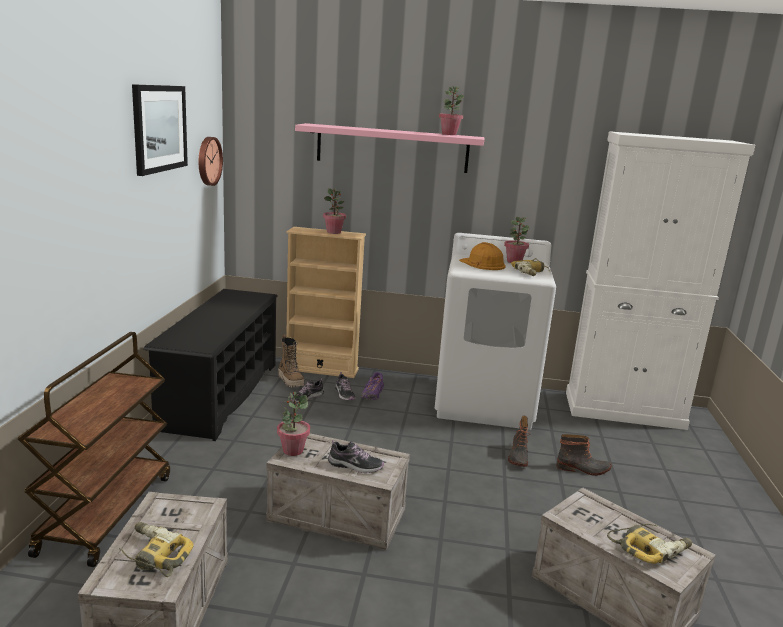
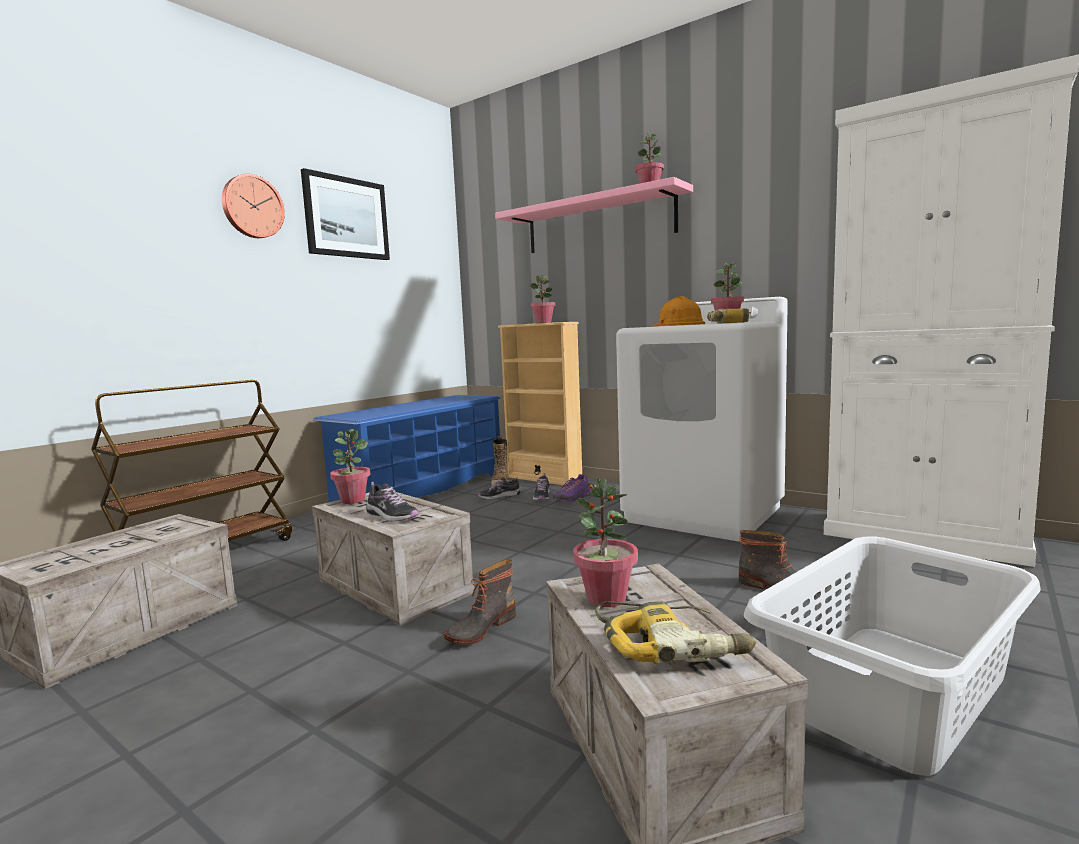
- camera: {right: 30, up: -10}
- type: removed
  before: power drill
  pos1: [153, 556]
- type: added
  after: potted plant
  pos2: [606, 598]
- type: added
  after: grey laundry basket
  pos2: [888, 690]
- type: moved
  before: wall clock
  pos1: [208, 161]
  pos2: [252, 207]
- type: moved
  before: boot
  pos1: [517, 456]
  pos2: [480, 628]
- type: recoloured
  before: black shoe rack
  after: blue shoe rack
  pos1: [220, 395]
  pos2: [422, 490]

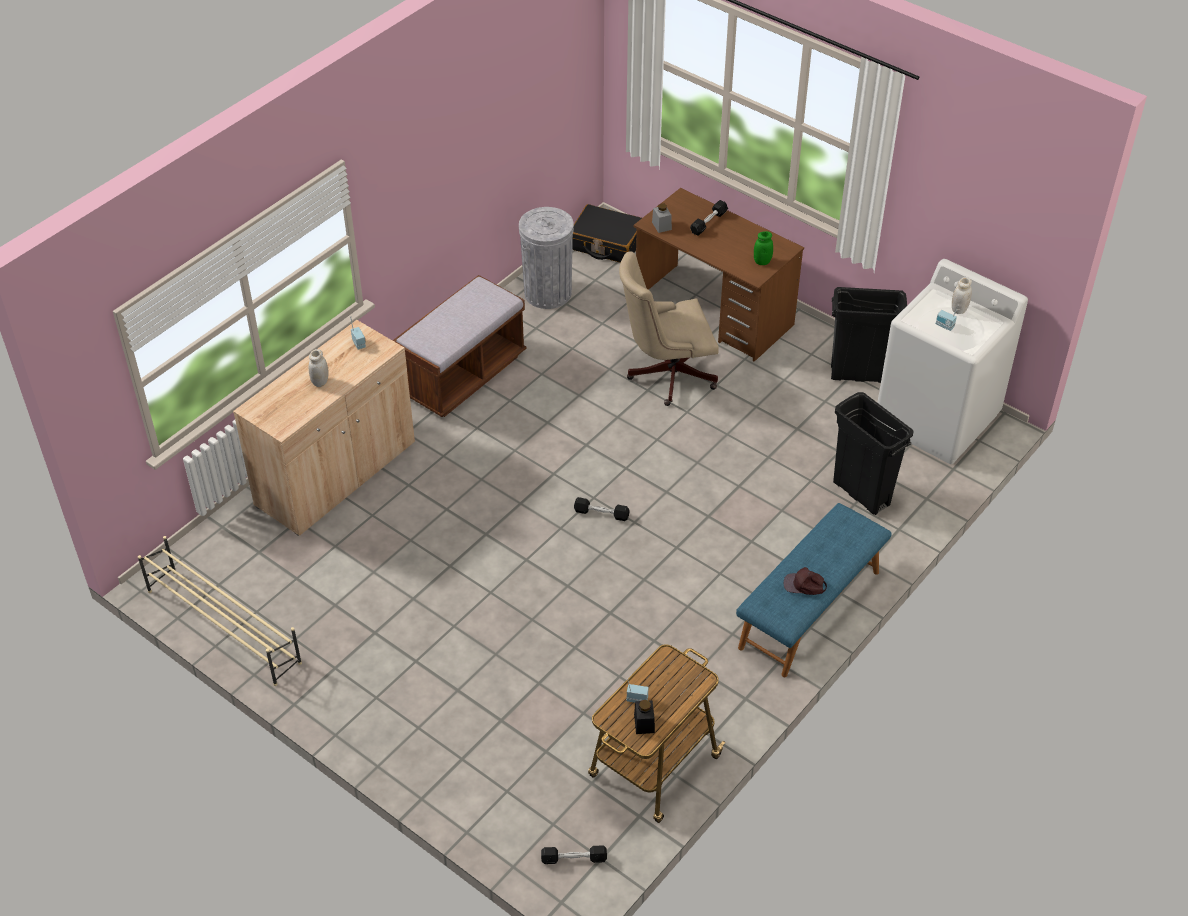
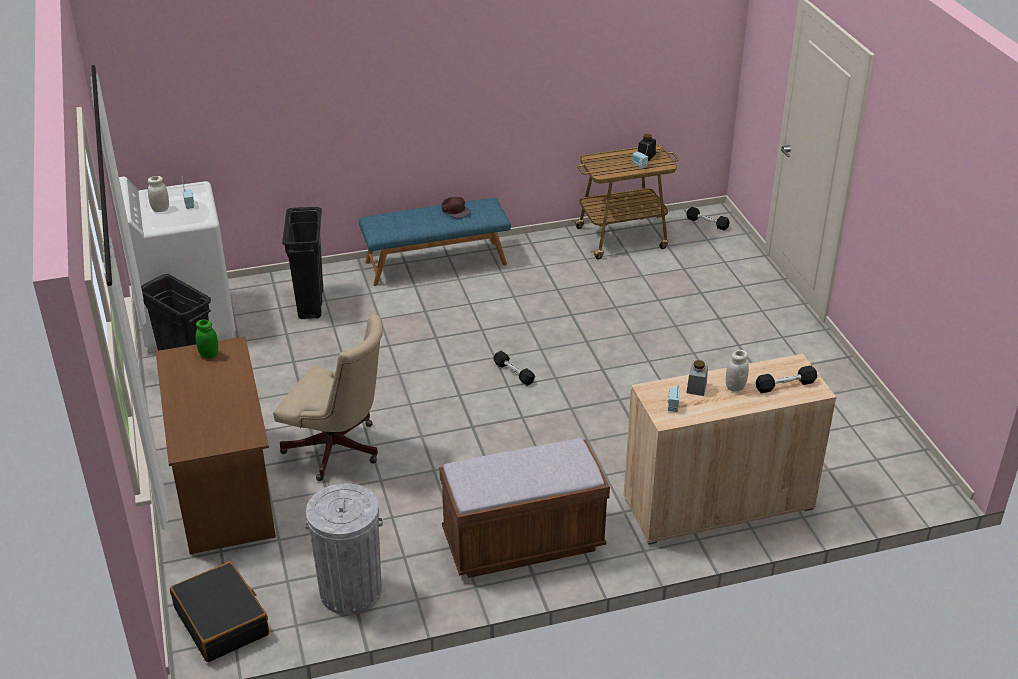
- camera: {right: -145, up: -10}
- type: removed
  before: beige shoe rack
  pos1: [223, 626]
- type: moved
  before: grey jar
  pos1: [661, 226]
  pos2: [696, 387]
- type: moved
  before: black dumbbell
  pos1: [708, 222]
  pos2: [785, 385]

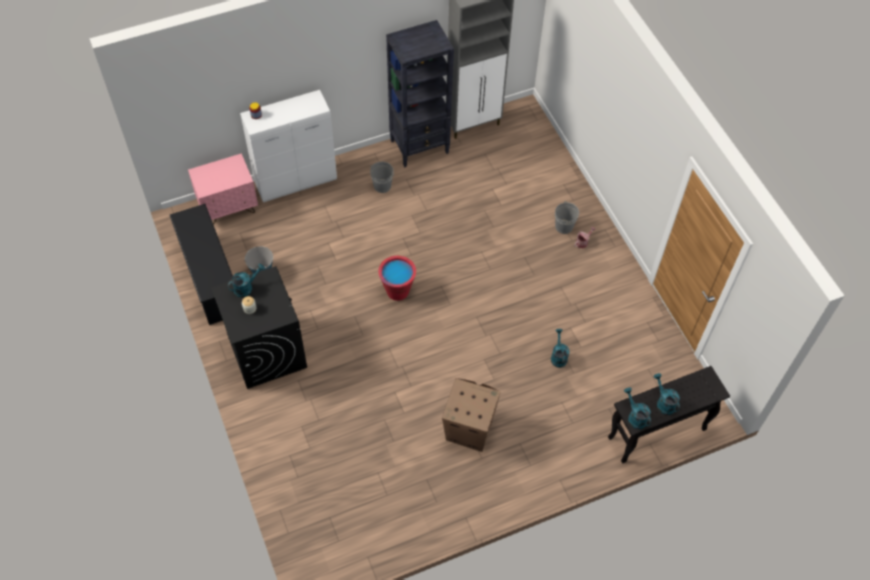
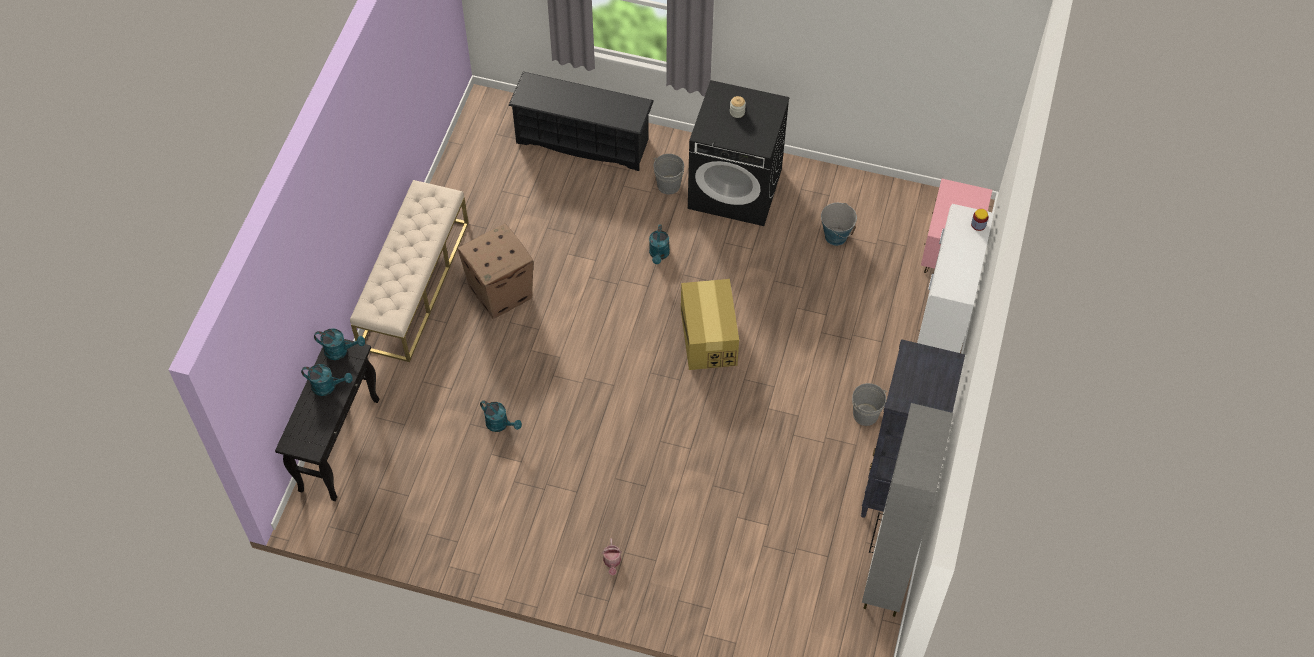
- camera: {right: 130, up: 0}
- type: added
  after: beige bench
  pos2: [414, 284]
- type: moved
  before: black shoe rack
  pos1: [211, 279]
  pos2: [583, 141]
- type: moved
  before: turquoise watering can
  pos1: [246, 287]
  pos2: [659, 255]
- type: moved
  before: grey bucket
  pos1: [564, 226]
  pos2: [668, 185]
- type: replaced
  before: red bucket
  after: cardboard box
  pos1: [397, 291]
  pos2: [708, 337]

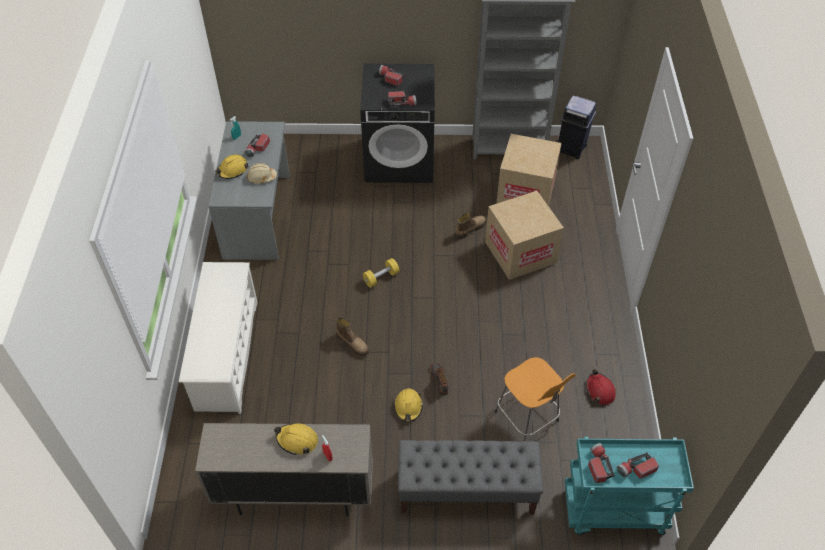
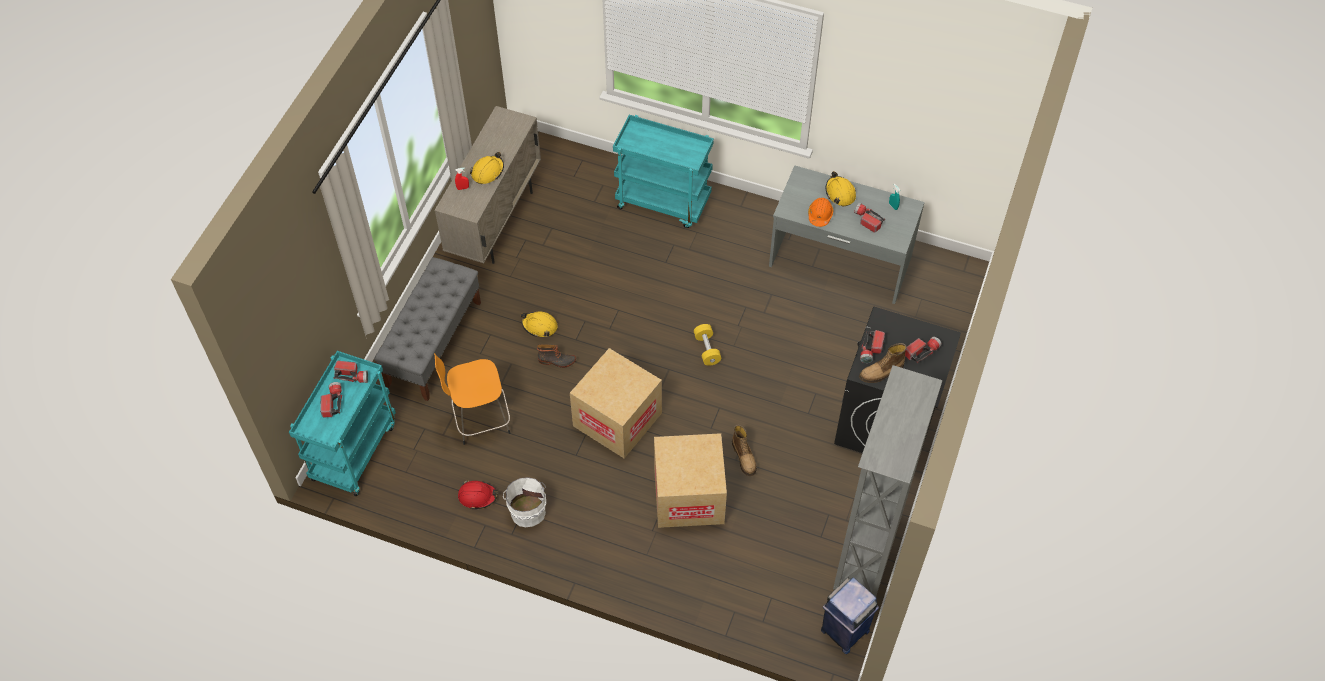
- camera: {right: 110, up: 5}
- type: added
  after: white bucket
  pos2: [527, 510]
- type: moved
  before: boot
  pos1: [353, 343]
  pos2: [881, 372]
- type: moved
  before: cardboard box
  pos1: [526, 191]
  pos2: [617, 419]
- type: replaced
  before: white shoe rack
  after: turquoise cart
  pos1: [226, 355]
  pos2: [664, 202]
- type: recoloured
  before: beige hard hat
  after: orange hard hat
  pos1: [261, 177]
  pos2: [820, 215]

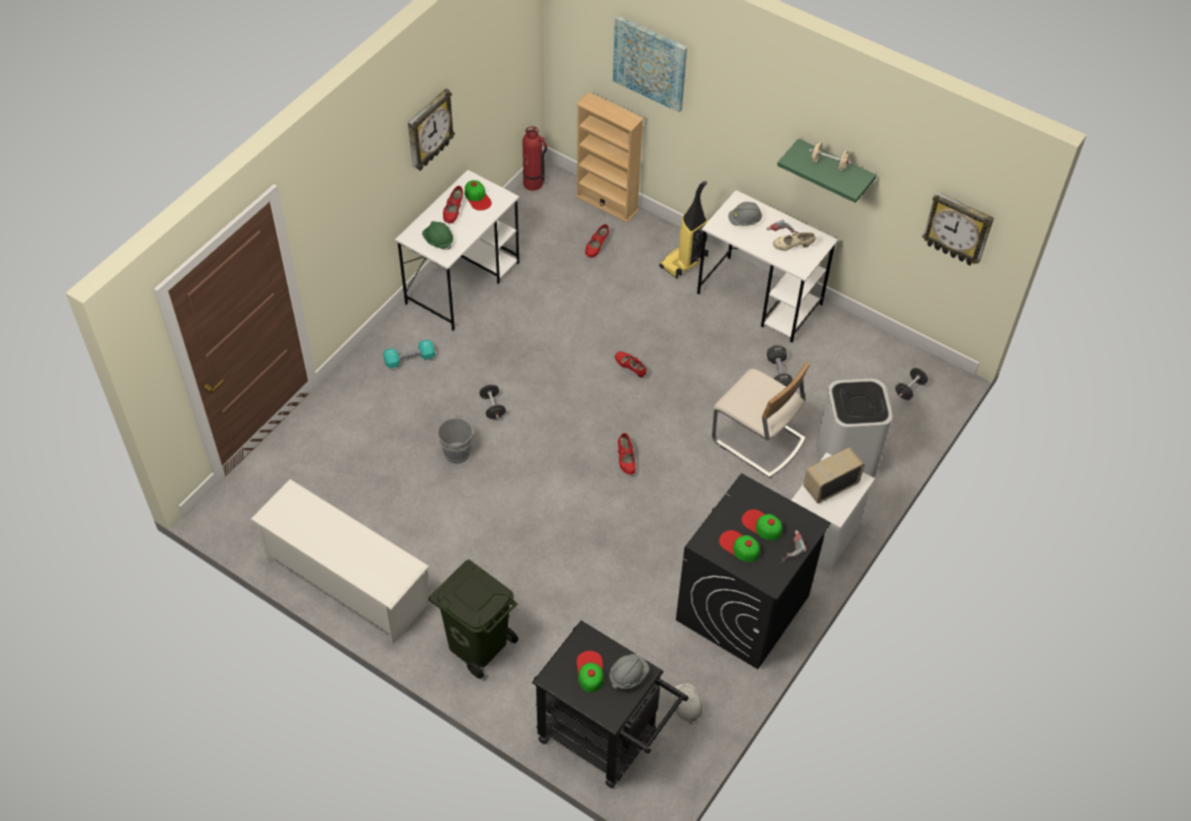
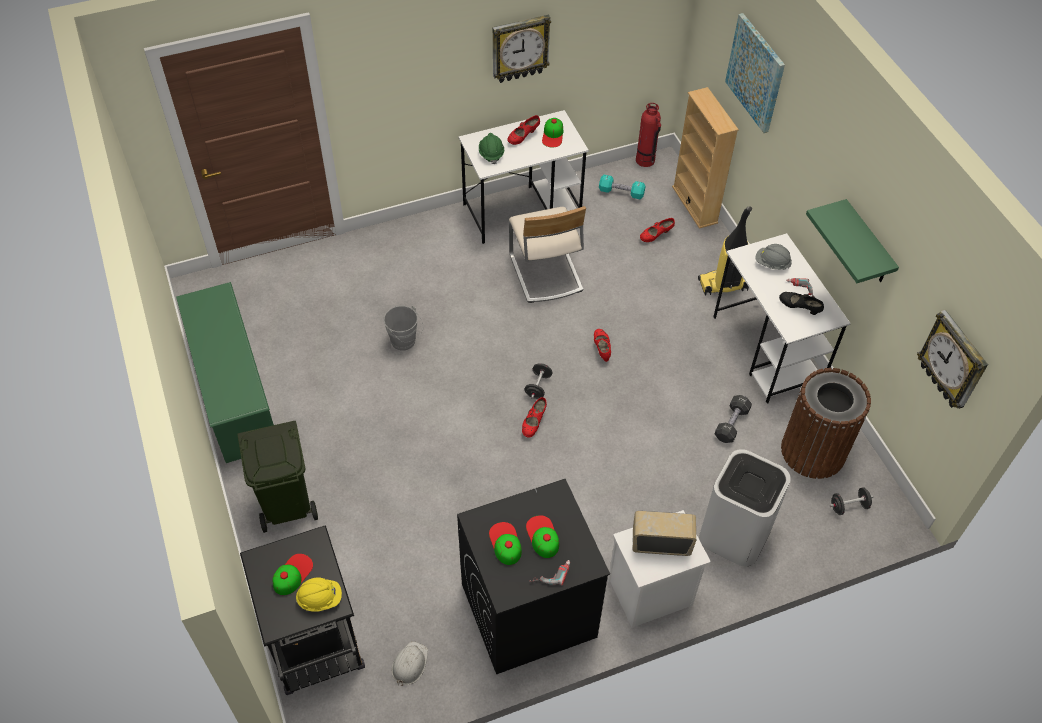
- camera: {right: 35, up: 0}
- type: removed
  before: beige dumbbell
  pos1: [828, 164]
- type: added
  after: brown trash can
  pos2: [813, 451]
- type: moved
  before: turquoise dumbbell
  pos1: [409, 359]
  pos2: [621, 193]
- type: moved
  before: black dumbbell
  pos1: [492, 407]
  pos2: [538, 386]
- type: moved
  before: beige chair
  pos1: [757, 440]
  pos2: [545, 273]
- type: recoloured
  before: white shoe rack
  after: green shoe rack
  pos1: [347, 583]
  pos2: [235, 394]
- type: recoloured
  before: grey hard hat
  after: yellow hard hat
  pos1: [628, 675]
  pos2: [320, 599]
- type: recoloured
  before: beige shoe
  after: black shoe
  pos1: [792, 247]
  pos2: [799, 308]

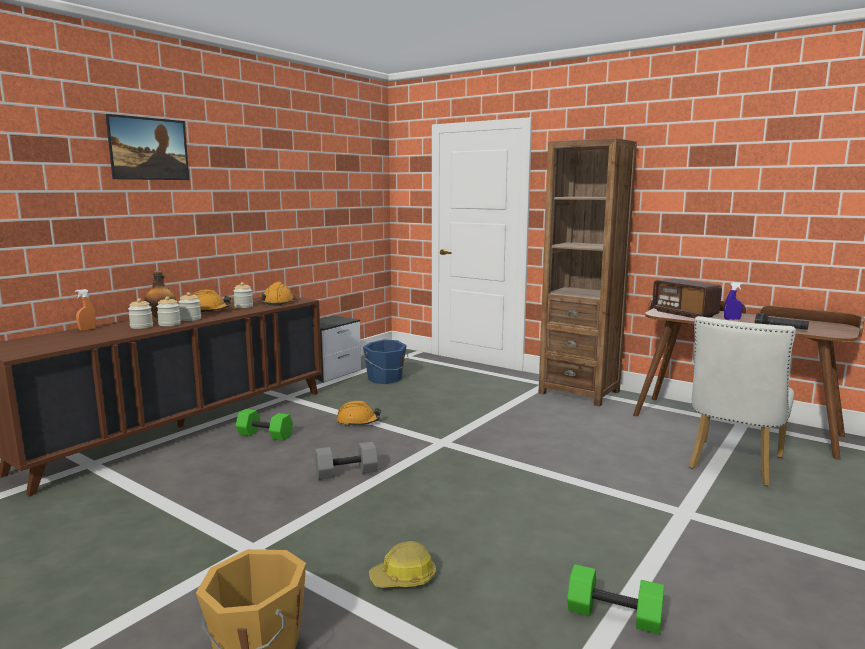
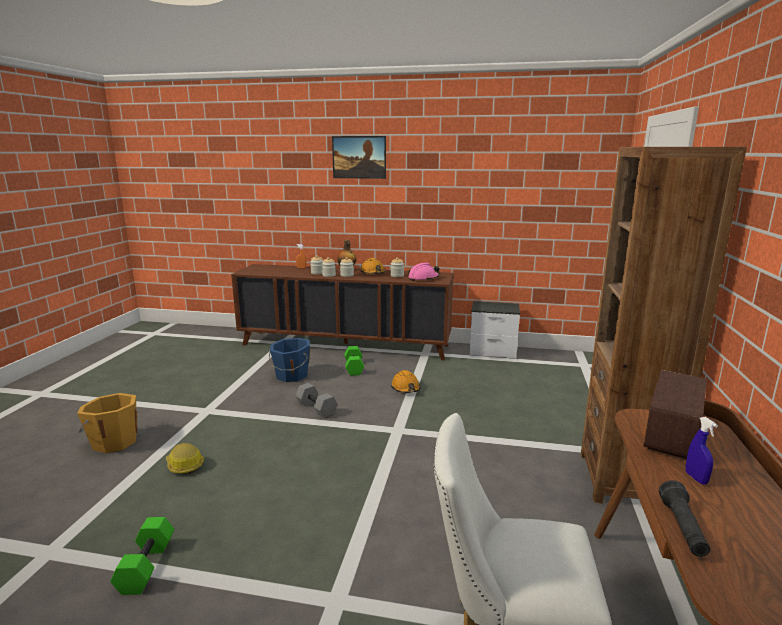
- camera: {right: 65, up: 5}
- type: moved
  before: blue bucket
  pos1: [385, 379]
  pos2: [291, 375]
- type: recoloured
  before: orange hard hat
  after: pink hard hat
  pos1: [278, 302]
  pos2: [423, 278]

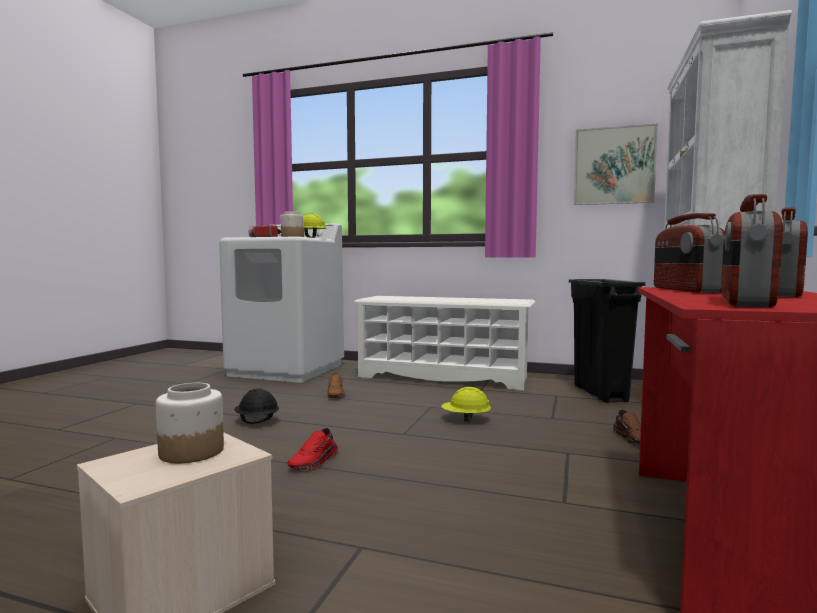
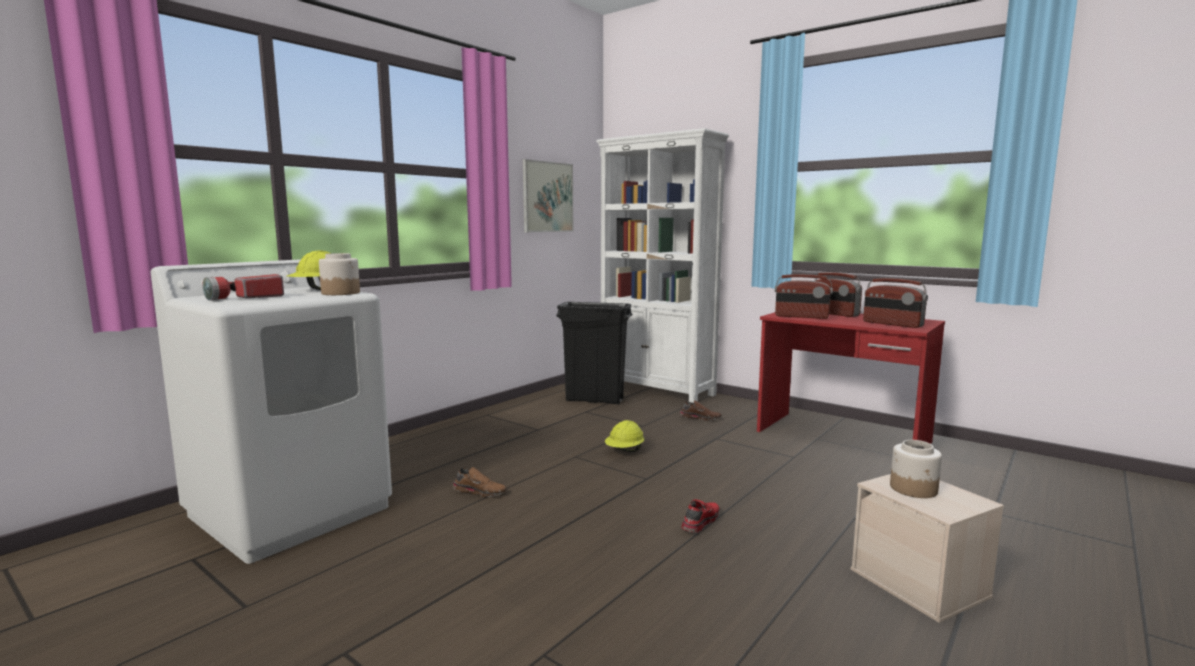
- camera: {right: -70, up: 5}
- type: removed
  before: black hard hat
  pos1: [256, 421]
- type: removed
  before: white shoe rack
  pos1: [444, 377]
- type: turned
  before: red shoe
  pos1: [315, 462]
  pos2: [699, 522]
  turn: -105

